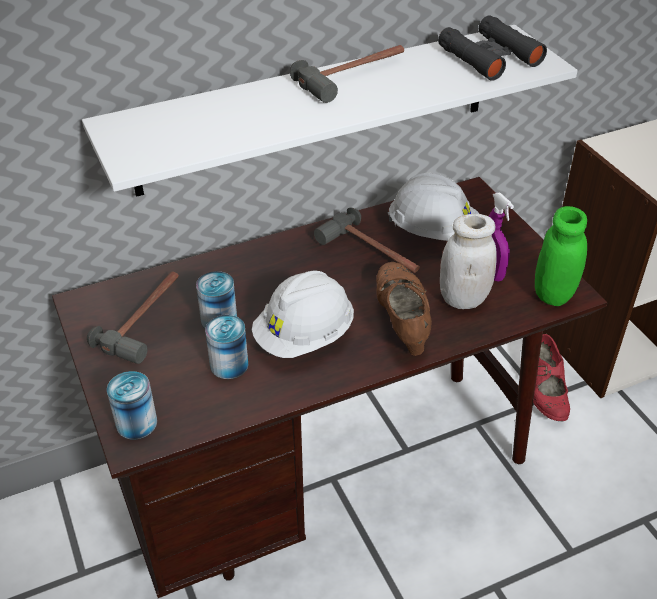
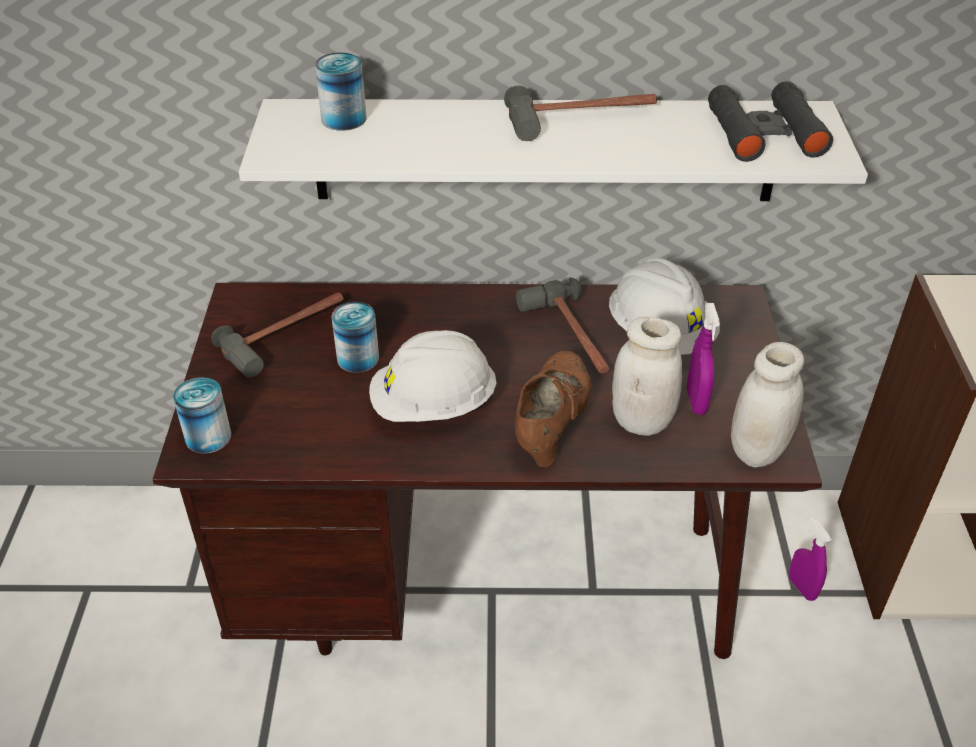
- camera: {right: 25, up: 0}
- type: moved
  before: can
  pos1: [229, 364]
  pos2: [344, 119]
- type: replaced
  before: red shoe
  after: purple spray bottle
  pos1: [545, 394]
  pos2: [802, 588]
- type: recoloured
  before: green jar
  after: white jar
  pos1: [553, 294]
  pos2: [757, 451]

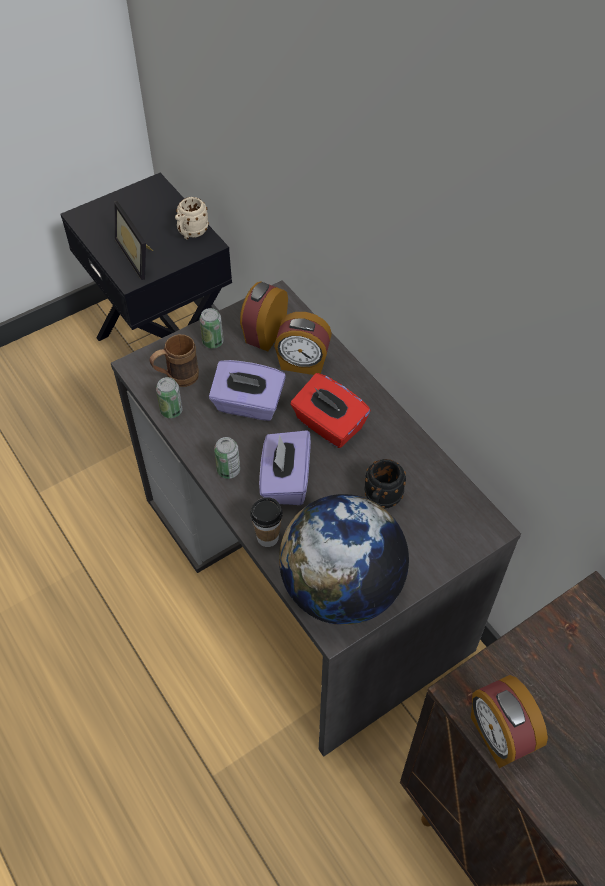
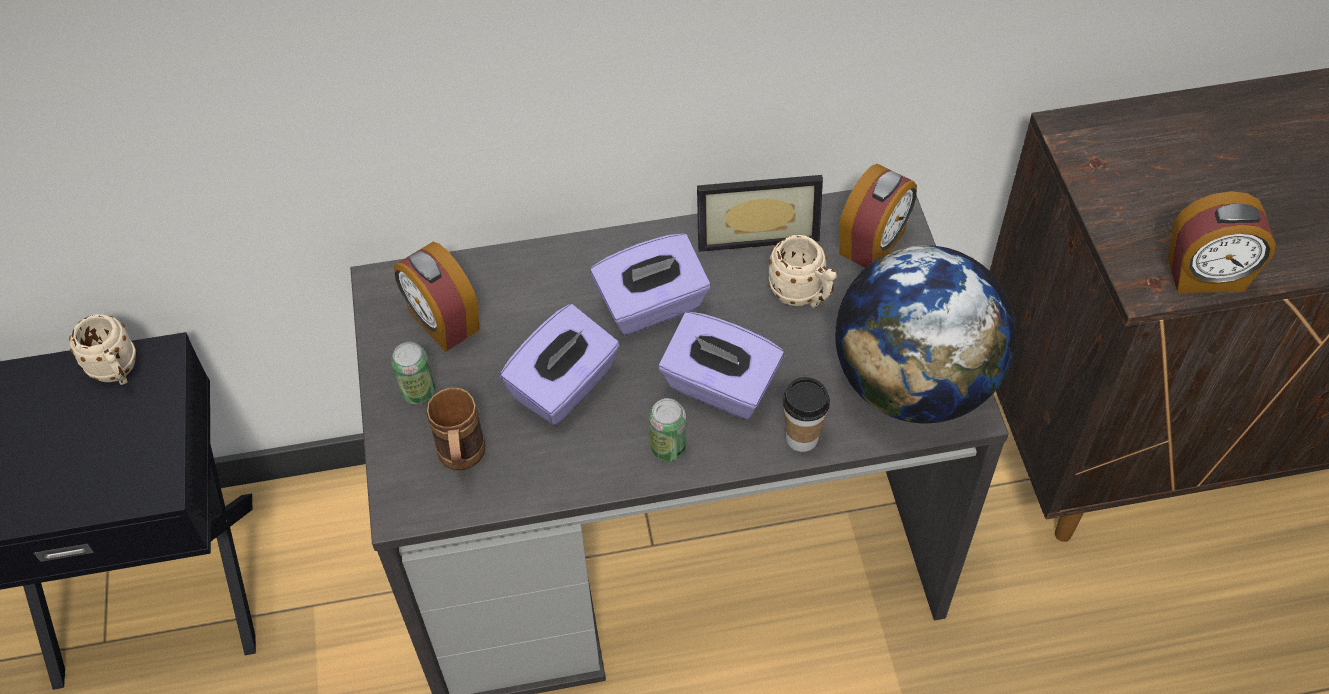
- camera: {right: -65, up: 0}
- type: removed
  before: can
  pos1: [171, 411]
- type: moved
  before: picture frame
  pos1: [139, 254]
  pos2: [756, 229]
- type: moved
  before: alarm clock
  pos1: [302, 364]
  pos2: [873, 244]
- type: recoloured
  before: red tissue box
  after: purple tissue box
  pos1: [328, 425]
  pos2: [652, 306]
- type: recoloured
  before: black mug
  after: beige mug
  pos1: [380, 501]
  pos2: [802, 295]

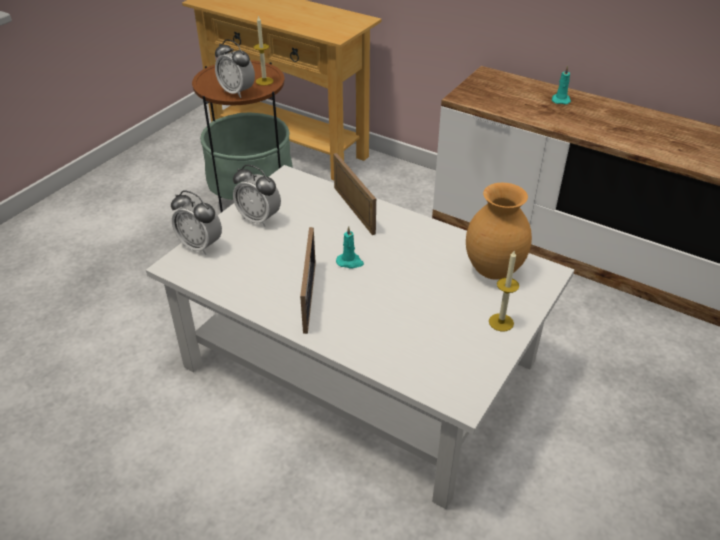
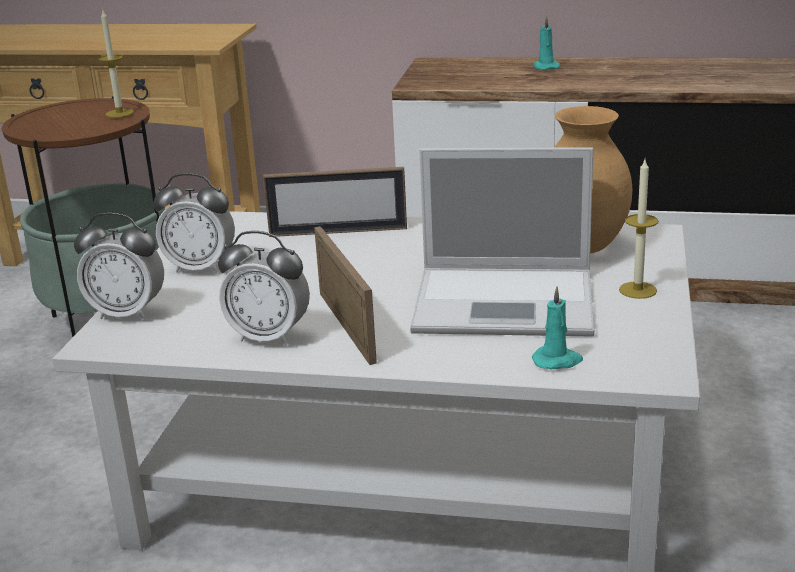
- camera: {right: -20, up: -15}
- type: added
  after: laptop
  pos2: [508, 302]
- type: moved
  before: alarm clock
  pos1: [237, 92]
  pos2: [269, 337]
- type: moved
  before: turquoise candle
  pos1: [350, 262]
  pos2: [557, 361]
- type: turned
  before: picture frame
  pos1: [354, 210]
  pos2: [338, 231]
  turn: 135

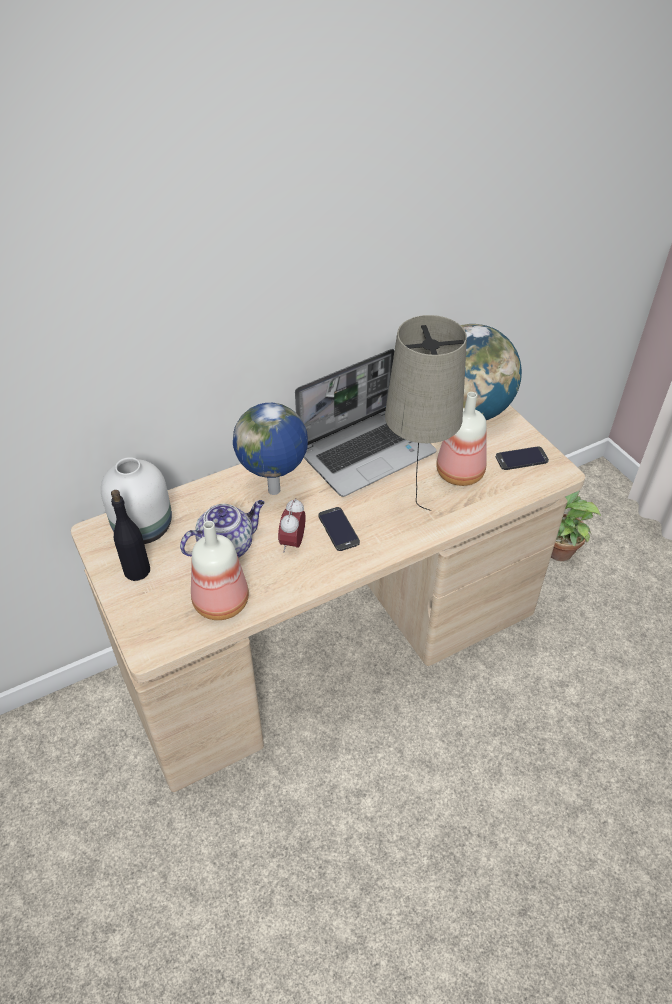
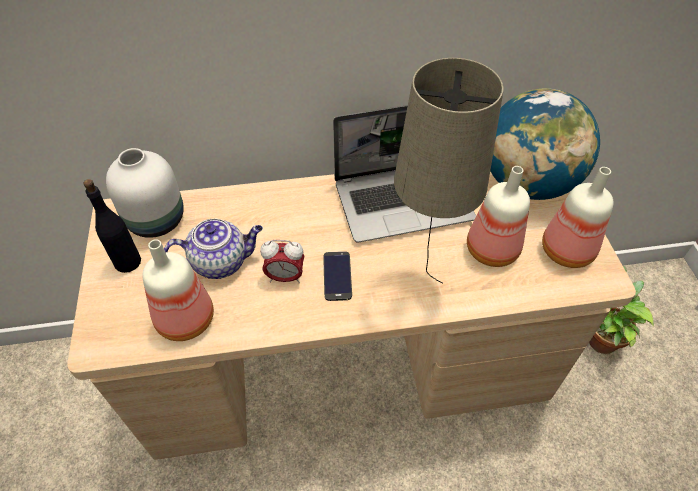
- camera: {right: 20, up: 5}
- type: removed
  before: globe
  pos1: [275, 491]
- type: replaced
  before: phone
  after: bottle
  pos1: [521, 458]
  pos2: [568, 252]
- type: turned
  before: alarm clock
  pos1: [293, 542]
  pos2: [285, 277]
  turn: -120

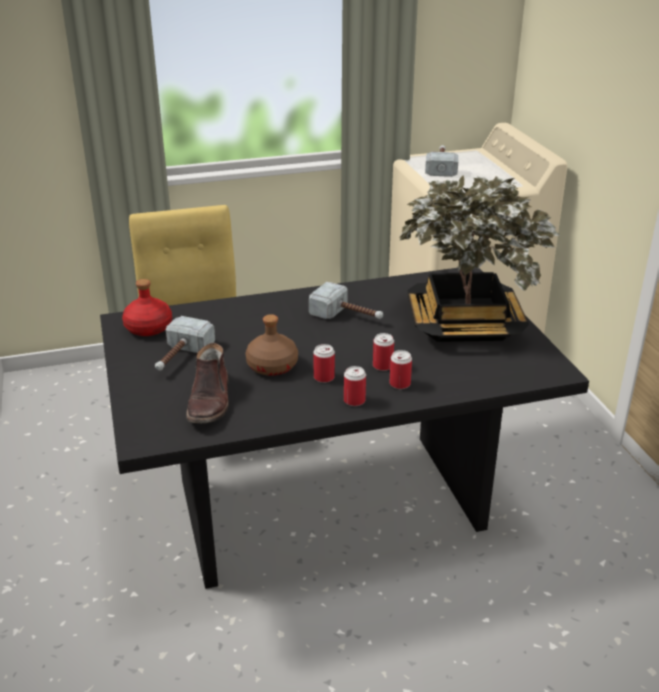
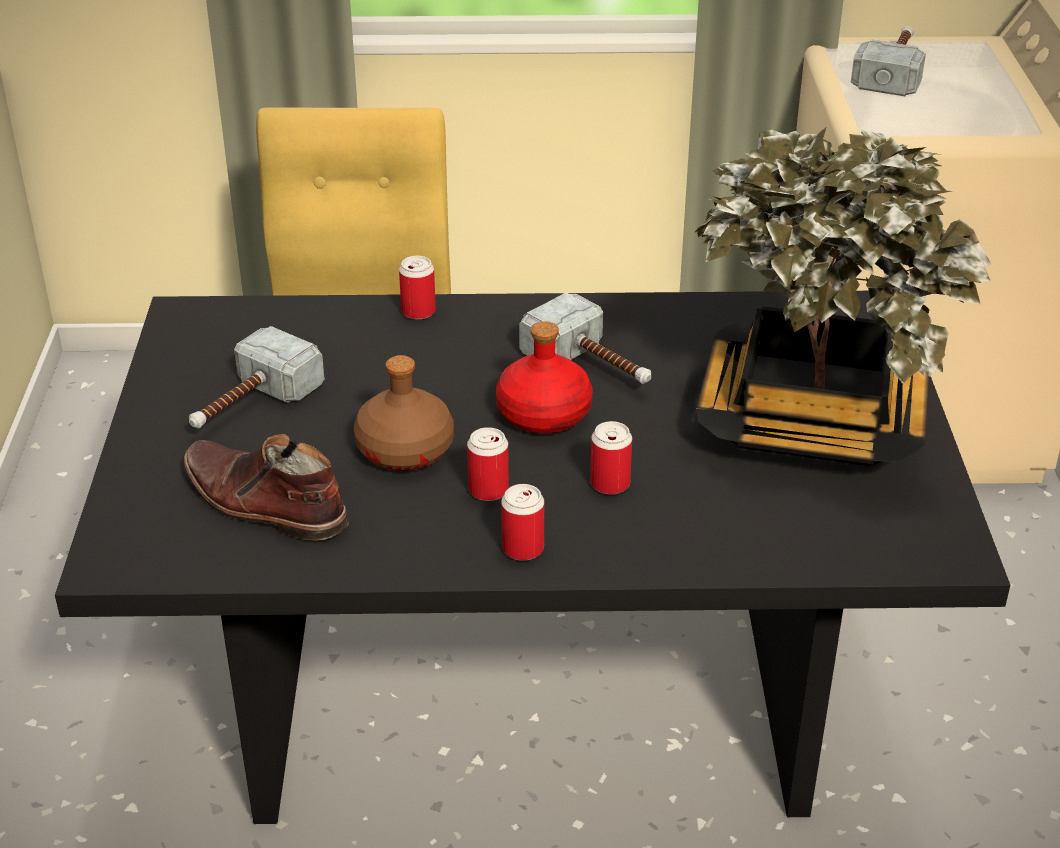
- camera: {right: 15, up: 5}
- type: moved
  before: red bottle
  pos1: [148, 328]
  pos2: [543, 413]
- type: moved
  before: can
  pos1: [400, 384]
  pos2: [418, 311]
- type: turned
  before: brown boot
  pos1: [210, 401]
  pos2: [263, 504]
  turn: 105

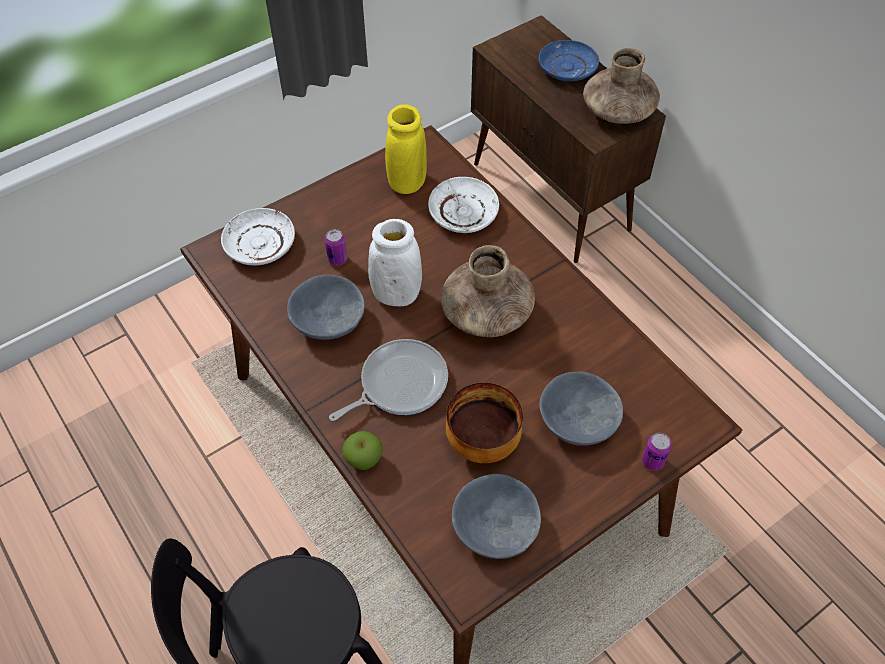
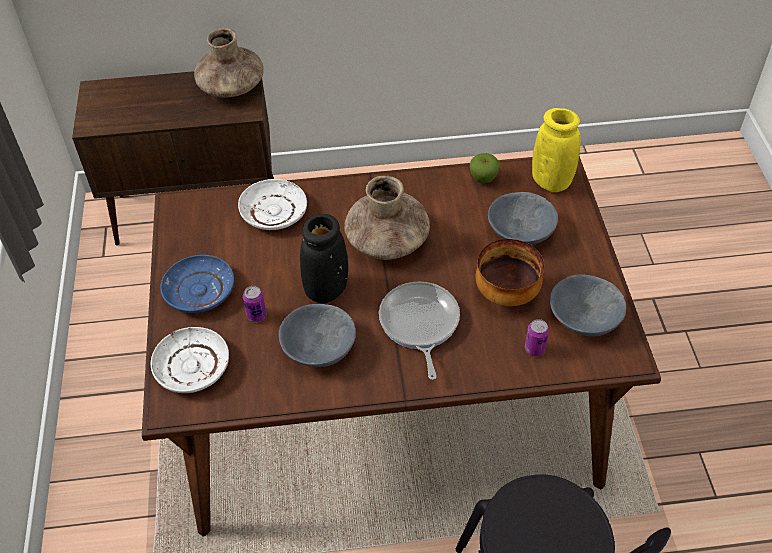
- camera: {right: -60, up: -5}
- type: moved
  before: apple
  pos1: [363, 460]
  pos2: [483, 179]
- type: moved
  before: yellow vase
  pos1: [407, 182]
  pos2: [551, 182]
- type: moved
  before: blue plate
  pos1: [567, 68]
  pos2: [199, 291]
- type: moved
  before: can
  pos1: [652, 461]
  pos2: [534, 349]
- type: recoloured
  before: white vase
  after: black vase
  pos1: [396, 294]
  pos2: [326, 289]

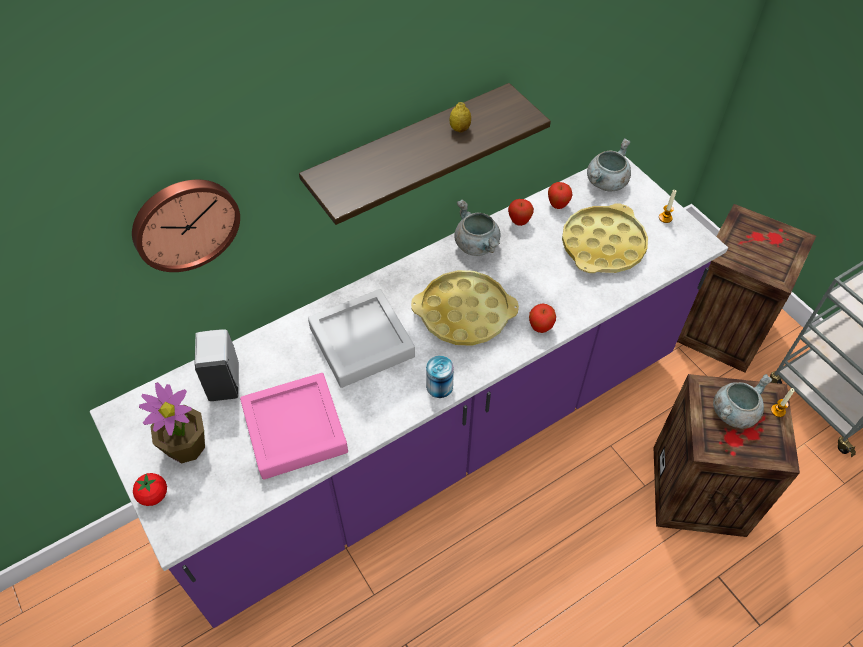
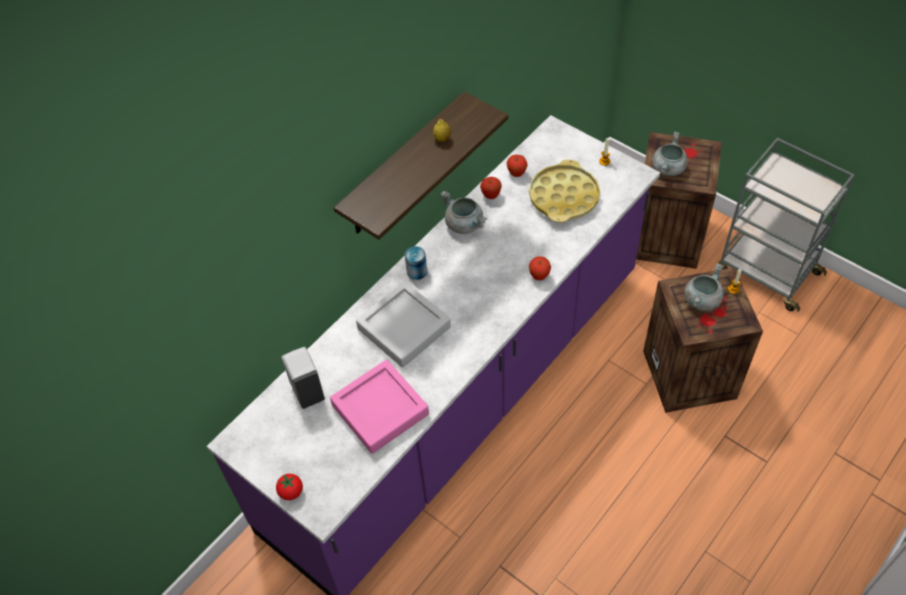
- camera: {right: -15, up: 0}
- type: removed
  before: wall clock
  pos1: [184, 223]
- type: removed
  before: potted plant
  pos1: [186, 446]
- type: removed
  before: yellow tray
  pos1: [464, 313]
- type: moved
  before: can
  pos1: [439, 386]
  pos2: [417, 271]
- type: moved
  before: grey cooking pot
  pos1: [606, 183]
  pos2: [668, 169]

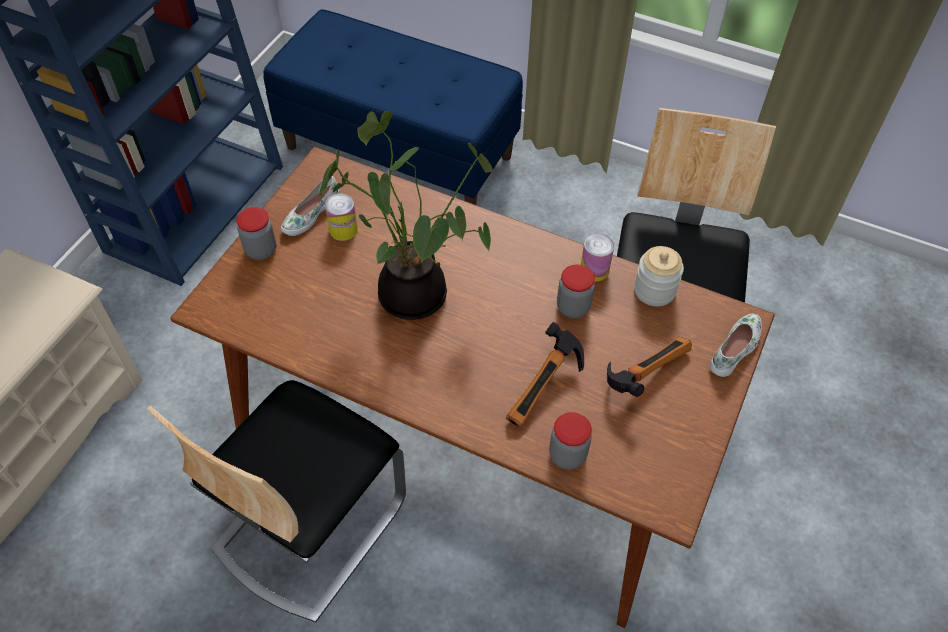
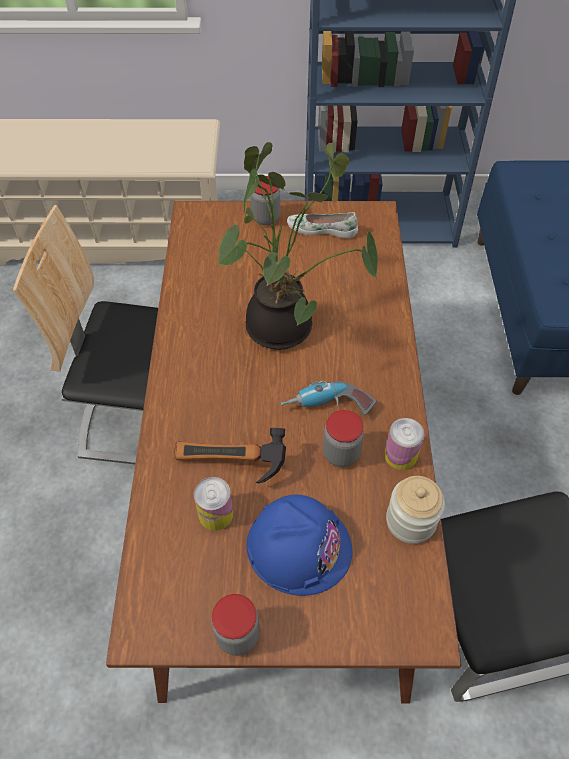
- camera: {right: 65, up: 0}
- type: removed
  before: white shoe
  pos1: [736, 349]
- type: added
  after: power drill
  pos2: [327, 408]
- type: moved
  before: can
  pos1: [343, 230]
  pos2: [216, 514]
- type: moved
  before: jar
  pos1: [567, 455]
  pos2: [237, 635]
- type: replaced
  before: hammer
  after: blue hard hat
  pos1: [644, 370]
  pos2: [298, 546]

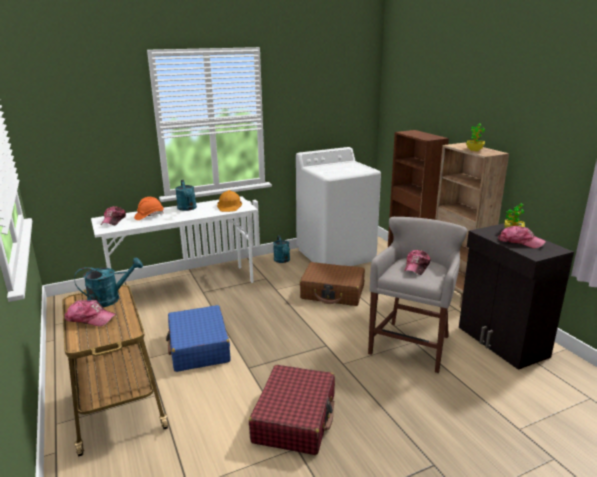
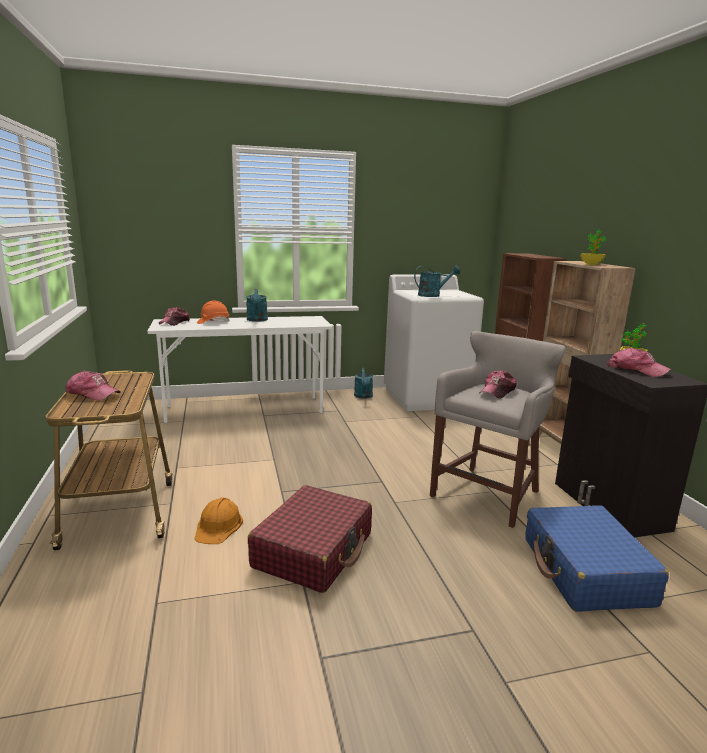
- camera: {right: 10, up: -5}
- type: removed
  before: brown suitcase
  pos1: [333, 292]
- type: moved
  before: turquoise watering can
  pos1: [110, 299]
  pos2: [433, 295]
- type: moved
  before: blue suitcase
  pos1: [199, 347]
  pos2: [586, 571]
- type: moved
  before: orange hard hat
  pos1: [229, 206]
  pos2: [218, 526]

